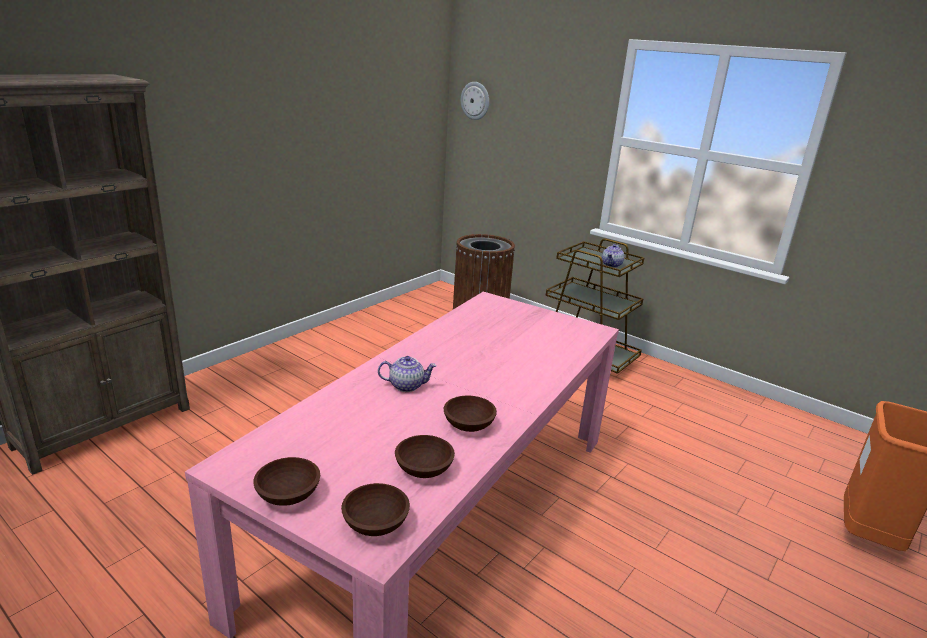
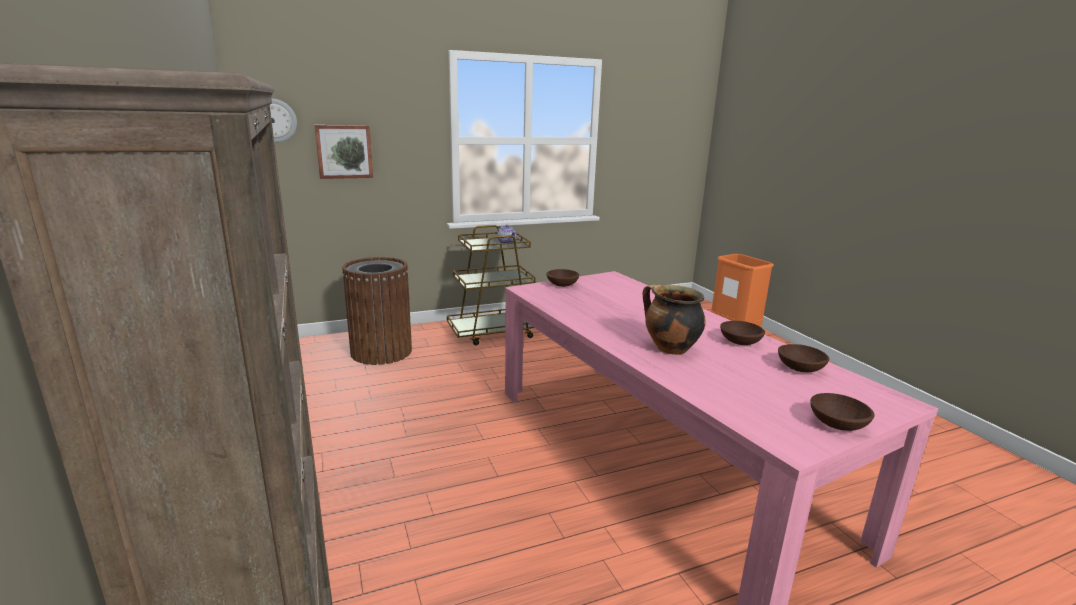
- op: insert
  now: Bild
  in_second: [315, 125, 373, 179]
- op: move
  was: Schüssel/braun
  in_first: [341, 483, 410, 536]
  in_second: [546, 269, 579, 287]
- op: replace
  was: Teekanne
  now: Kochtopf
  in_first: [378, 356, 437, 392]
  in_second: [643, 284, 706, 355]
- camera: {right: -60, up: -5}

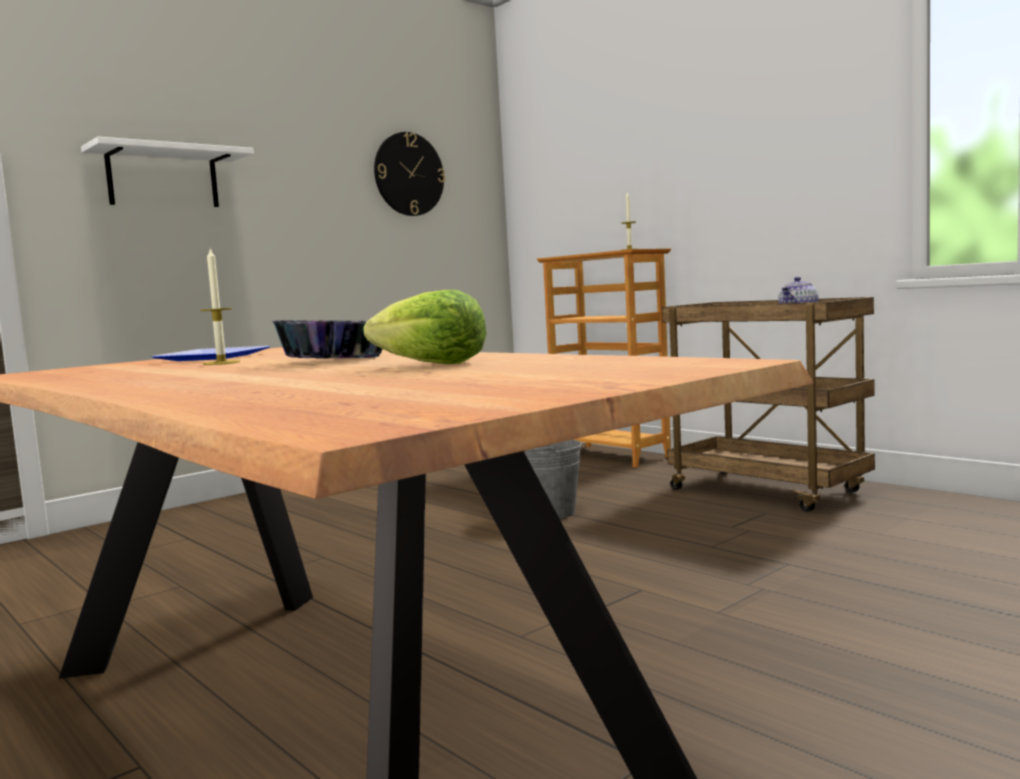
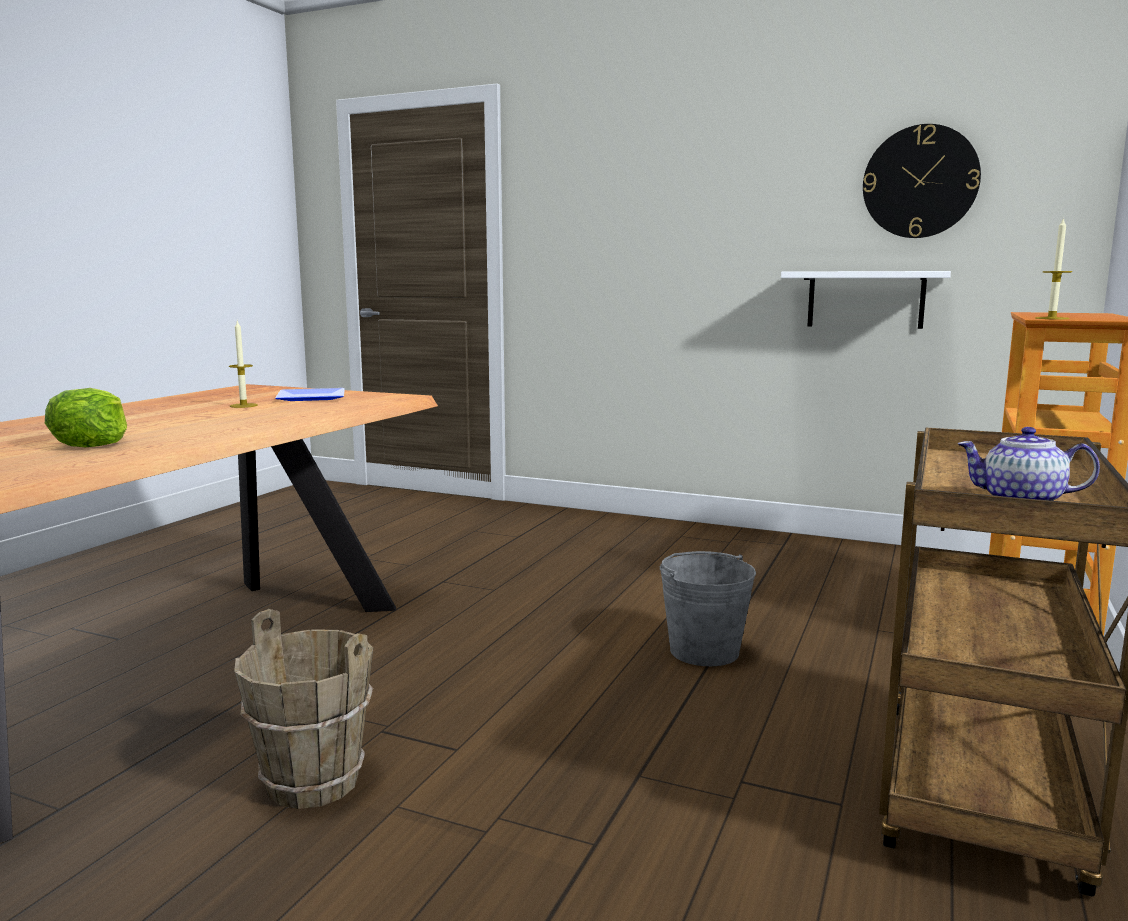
- op: insert
  now: Eimer/braun
  in_second: [234, 609, 373, 809]
- op: move
  was: Wandregal/weiß
  in_first: [81, 137, 254, 207]
  in_second: [781, 271, 951, 329]
- op: delete
  was: Schüssel
  in_first: [272, 320, 382, 359]
- camera: {right: 65, up: 5}

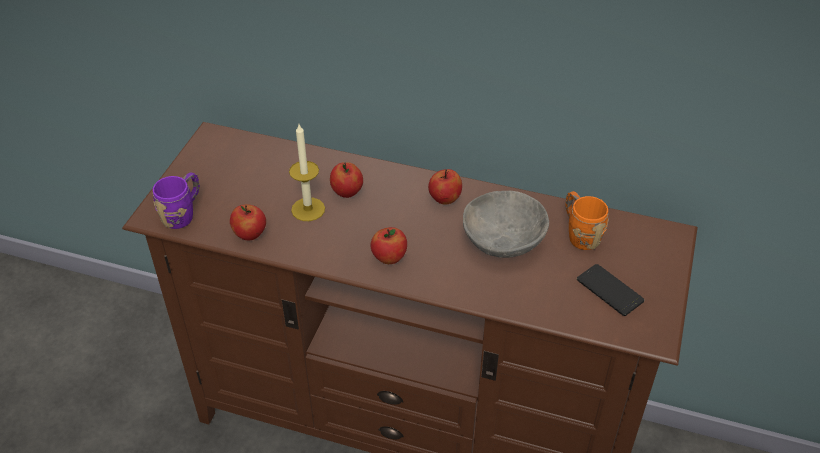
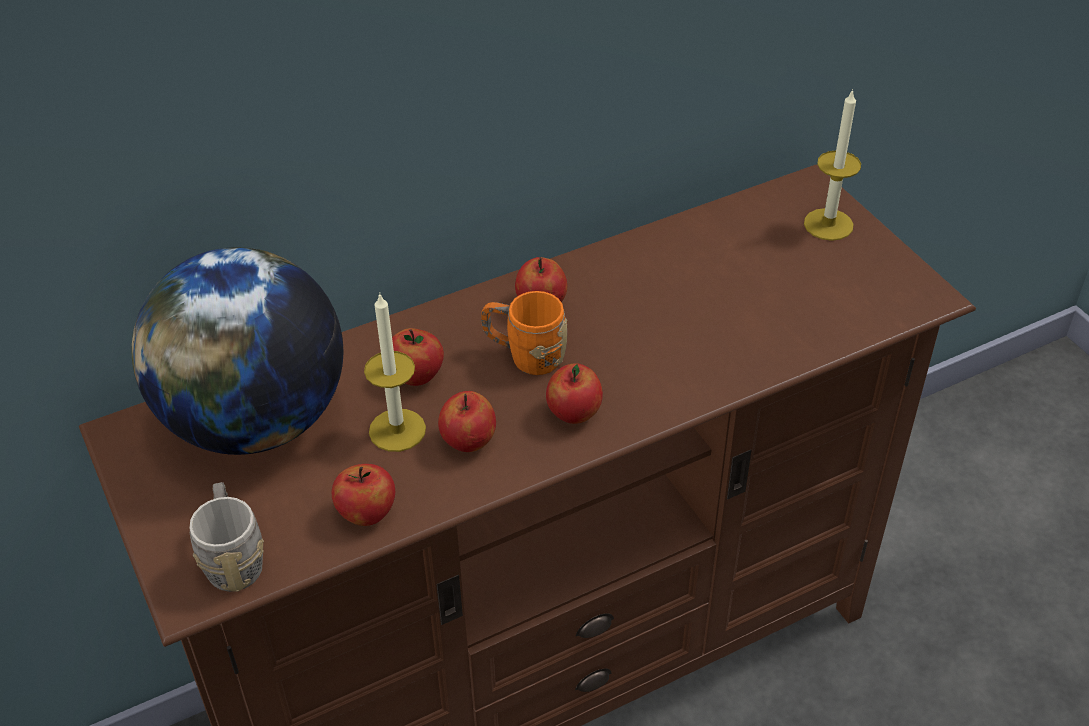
- op: insert
  now: Globus
  in_second: [132, 247, 343, 455]
- op: recolor
  was: Henkelbecher/lila
  now: Henkelbecher/grau
  in_first: [153, 172, 200, 229]
  in_second: [189, 482, 264, 592]
- op: insert
  now: Apfel
  in_second: [438, 391, 496, 452]
- op: move
  was: Henkelbecher/orange
  in_first: [565, 191, 608, 250]
  in_second: [481, 291, 567, 375]
- op: insert
  now: Kerze
  in_second: [804, 89, 861, 241]
- op: delete
  was: Schüssel/grau
  in_first: [463, 191, 549, 258]
- op: delete
  was: Handy
  in_first: [577, 264, 644, 316]
- camera: {right: -45, up: 0}

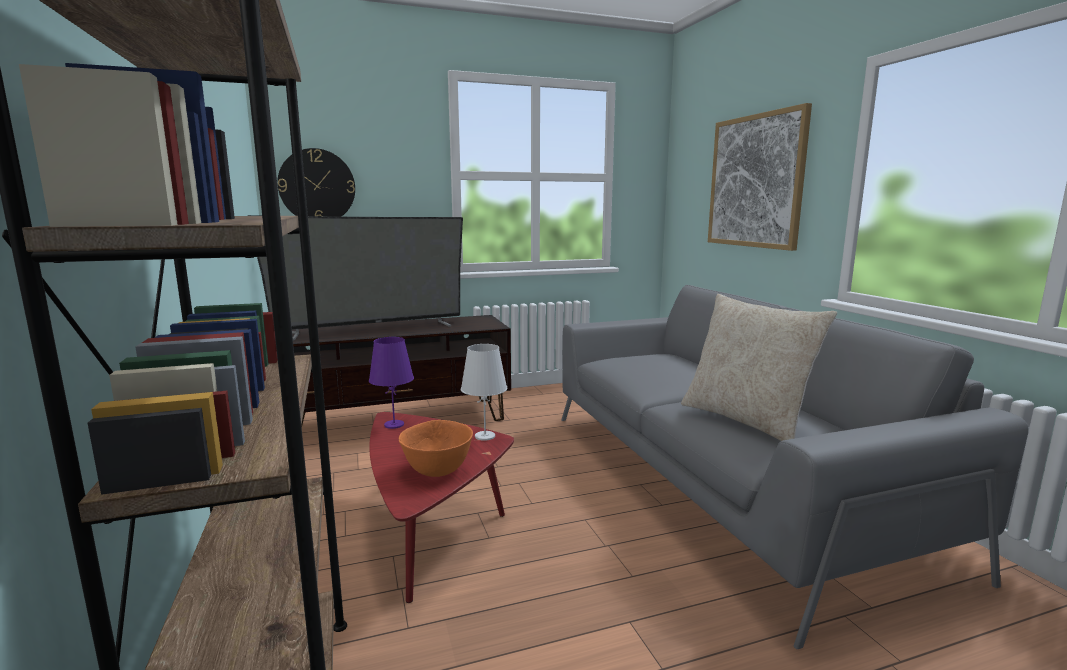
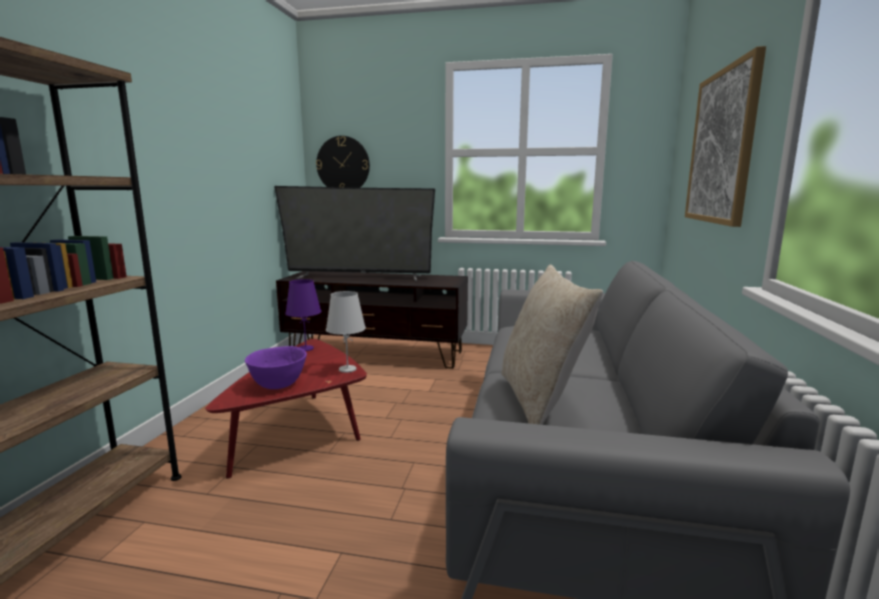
- op: recolor
  was: Schüssel/orange
  now: Schüssel/lila
  in_first: [399, 420, 473, 477]
  in_second: [245, 346, 307, 389]
- camera: {right: 30, up: 0}

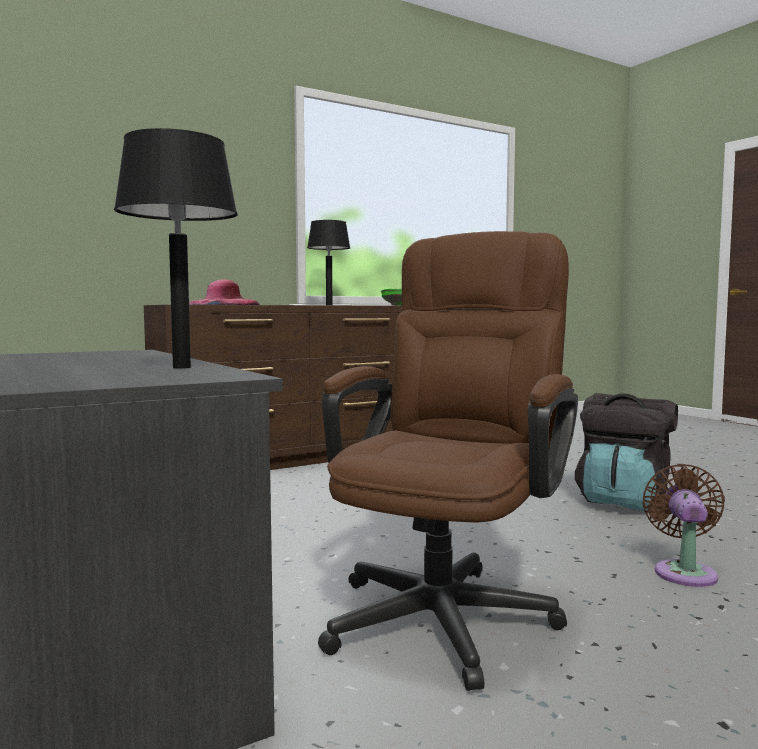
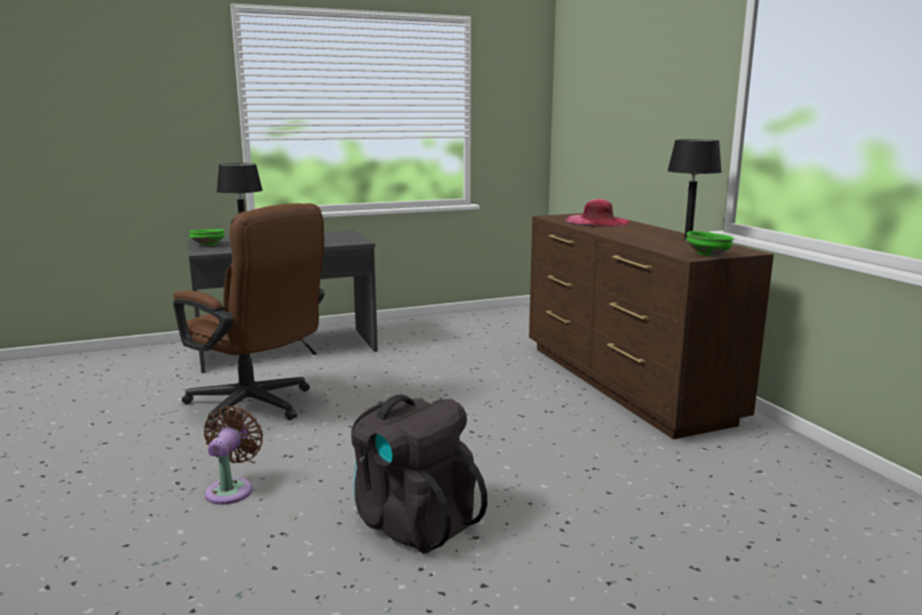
- op: insert
  now: Schüssel/grün
  in_second: [189, 229, 225, 246]
- op: rotate
  was: Ventilator/braun
  in_first: [642, 464, 725, 587]
  in_second: [204, 406, 263, 505]
  clockwise: -105
- camera: {right: 100, up: 10}

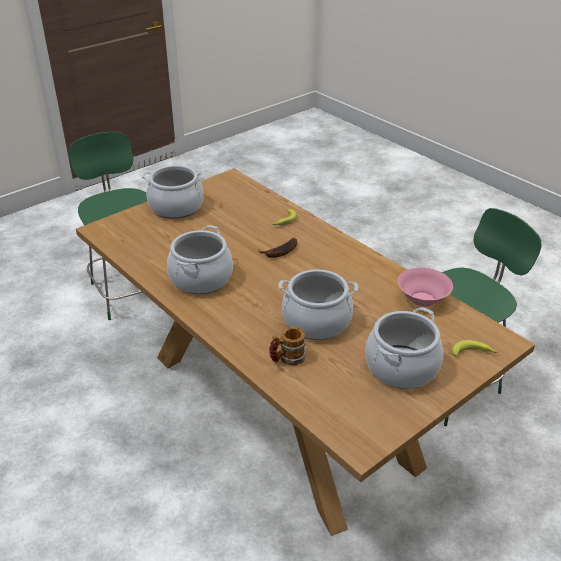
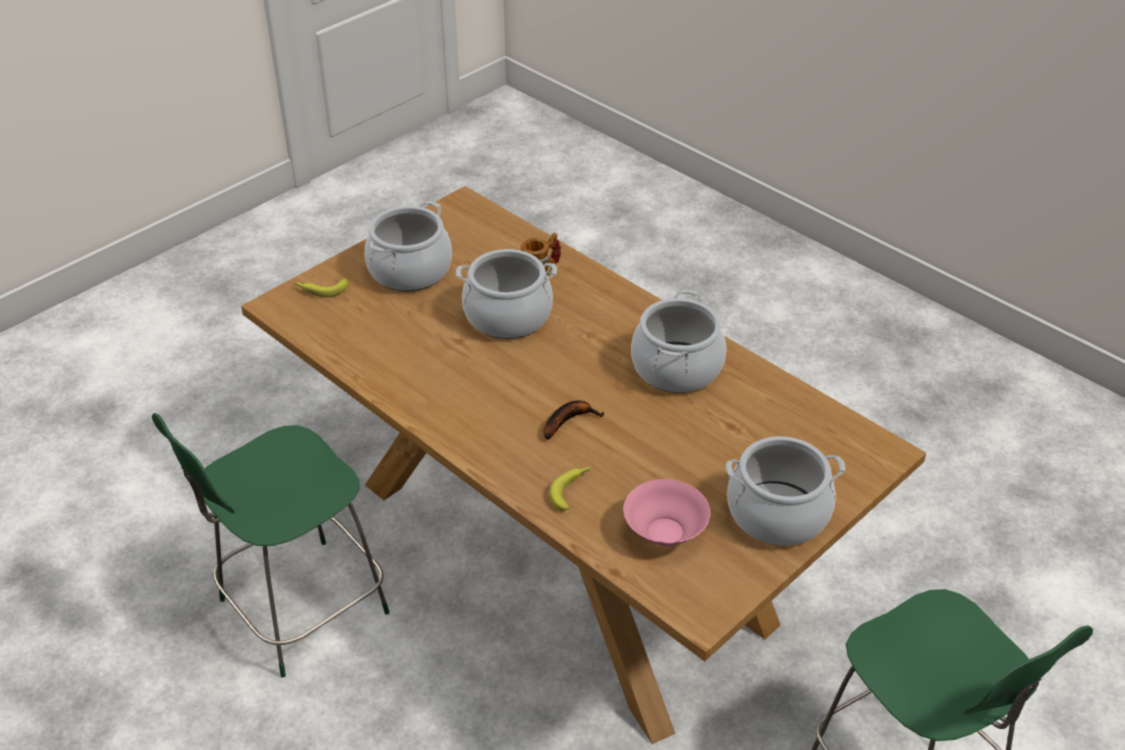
- op: move
  was: Schüssel/rosa
  in_first: [398, 268, 453, 307]
  in_second: [623, 479, 710, 546]
- camera: {right: 175, up: 5}

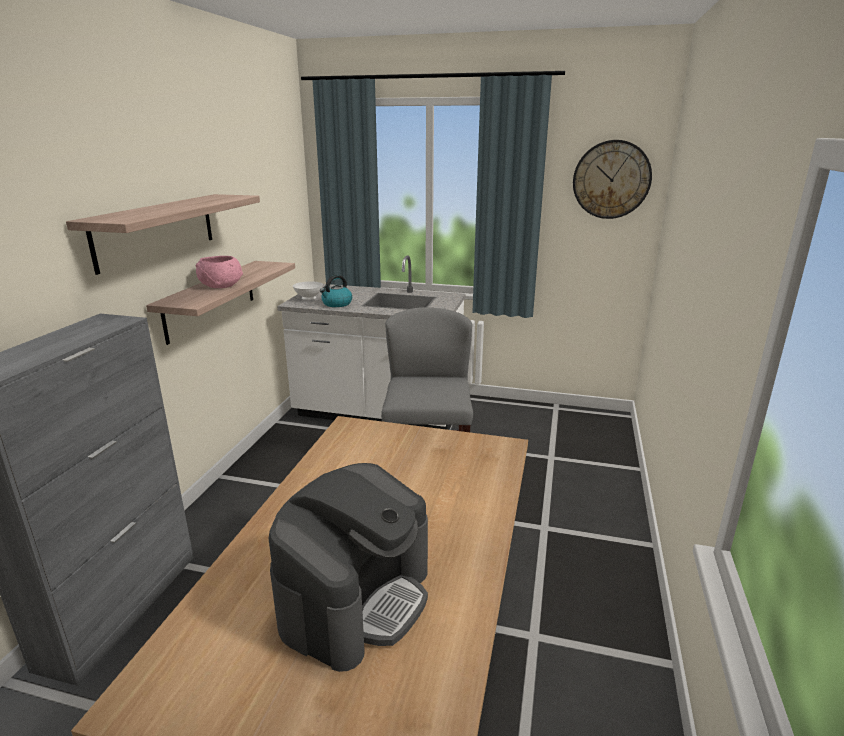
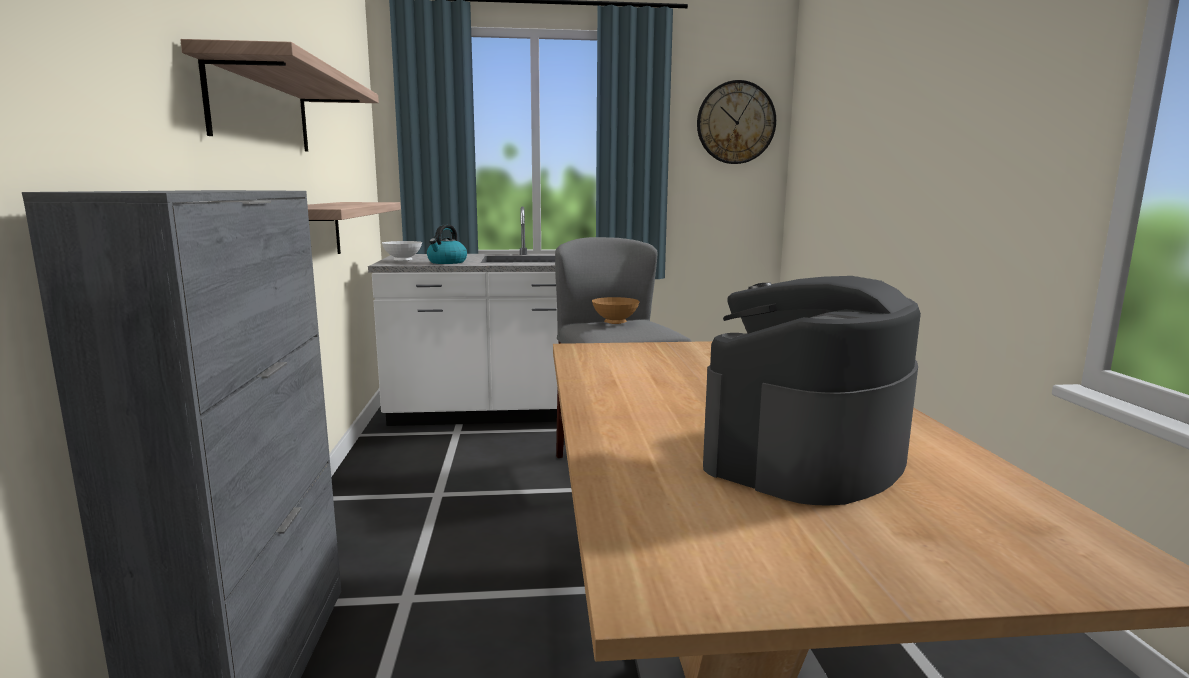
- op: insert
  now: Schüssel/braun
  in_second: [592, 297, 640, 324]
- op: rotate
  was: Kaffeemaschine
  in_first: [268, 463, 428, 672]
  in_second: [703, 276, 921, 506]
  clockwise: -150
- op: delete
  was: Schüssel/rosa
  in_first: [196, 256, 243, 288]
- camera: {right: -20, up: -10}

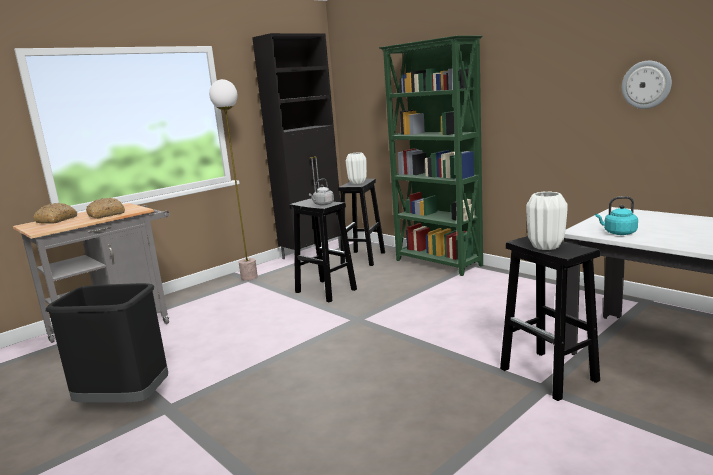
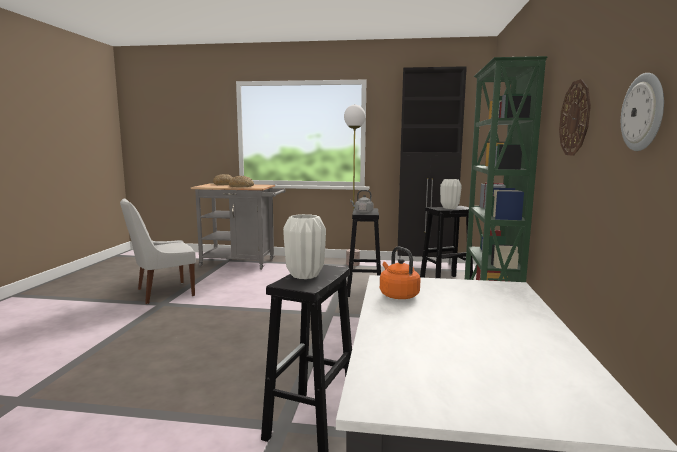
- op: replace
  was: Mülleimer/schwarz
  now: Stuhl/weiß
  in_first: [46, 283, 168, 403]
  in_second: [120, 198, 196, 304]
- op: recolor
  was: Wasserkessel/türkis
  now: Wasserkessel/orange
  in_first: [595, 196, 638, 235]
  in_second: [380, 247, 421, 299]
- op: insert
  now: Wanduhr
  in_second: [559, 79, 591, 156]
- camera: {right: 50, up: -5}

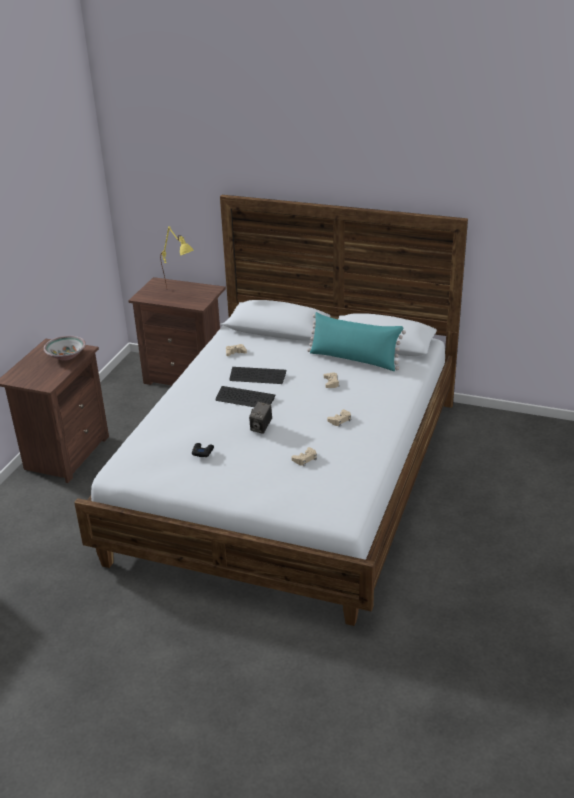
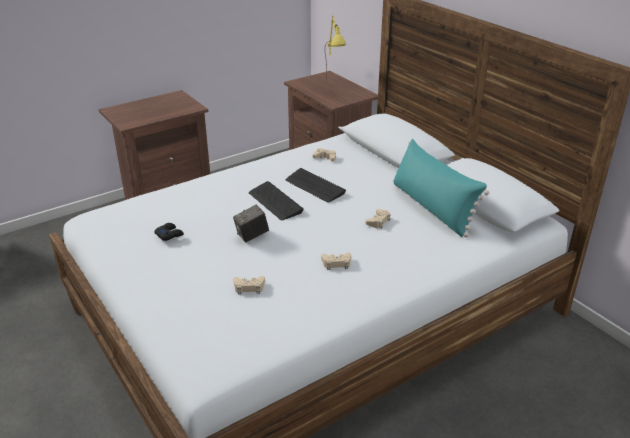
- op: delete
  was: Schüssel
  in_first: [44, 336, 86, 361]
- camera: {right: 35, up: 0}

